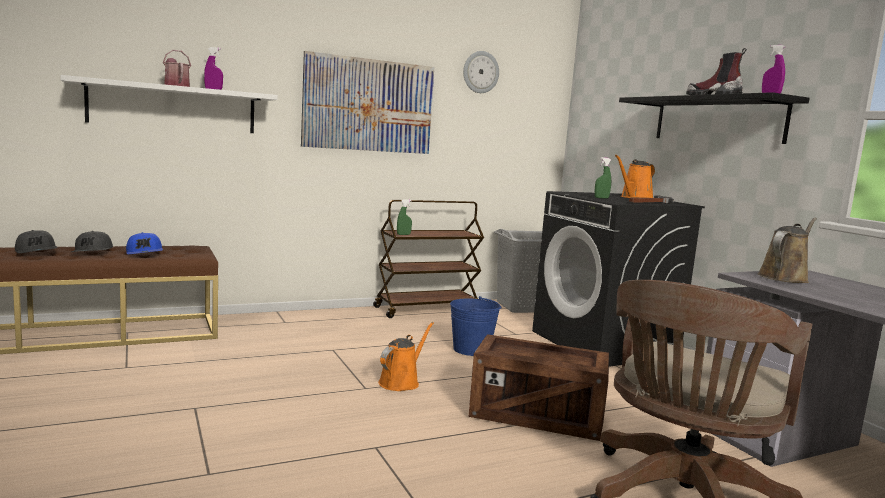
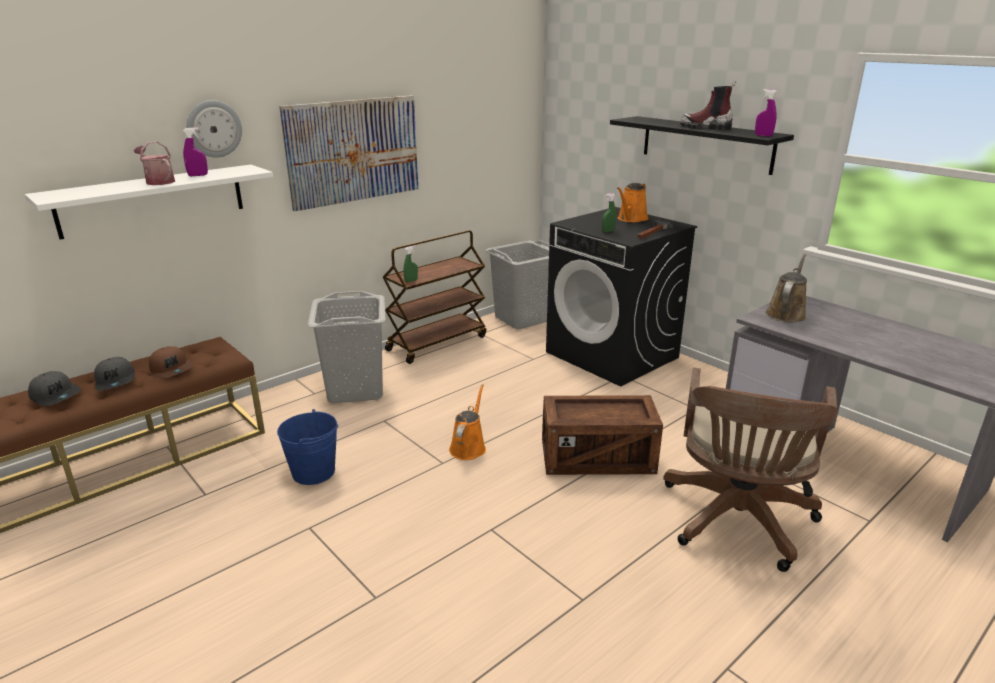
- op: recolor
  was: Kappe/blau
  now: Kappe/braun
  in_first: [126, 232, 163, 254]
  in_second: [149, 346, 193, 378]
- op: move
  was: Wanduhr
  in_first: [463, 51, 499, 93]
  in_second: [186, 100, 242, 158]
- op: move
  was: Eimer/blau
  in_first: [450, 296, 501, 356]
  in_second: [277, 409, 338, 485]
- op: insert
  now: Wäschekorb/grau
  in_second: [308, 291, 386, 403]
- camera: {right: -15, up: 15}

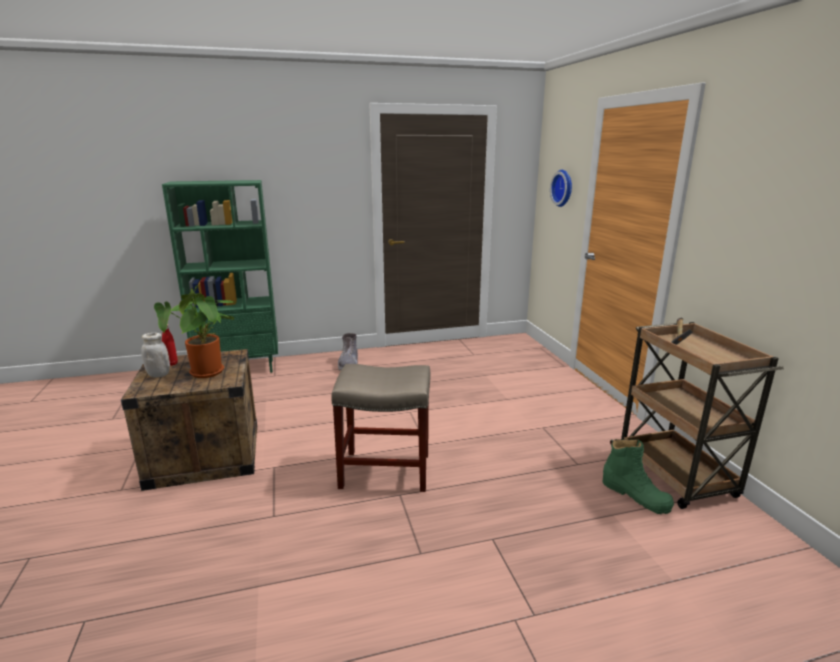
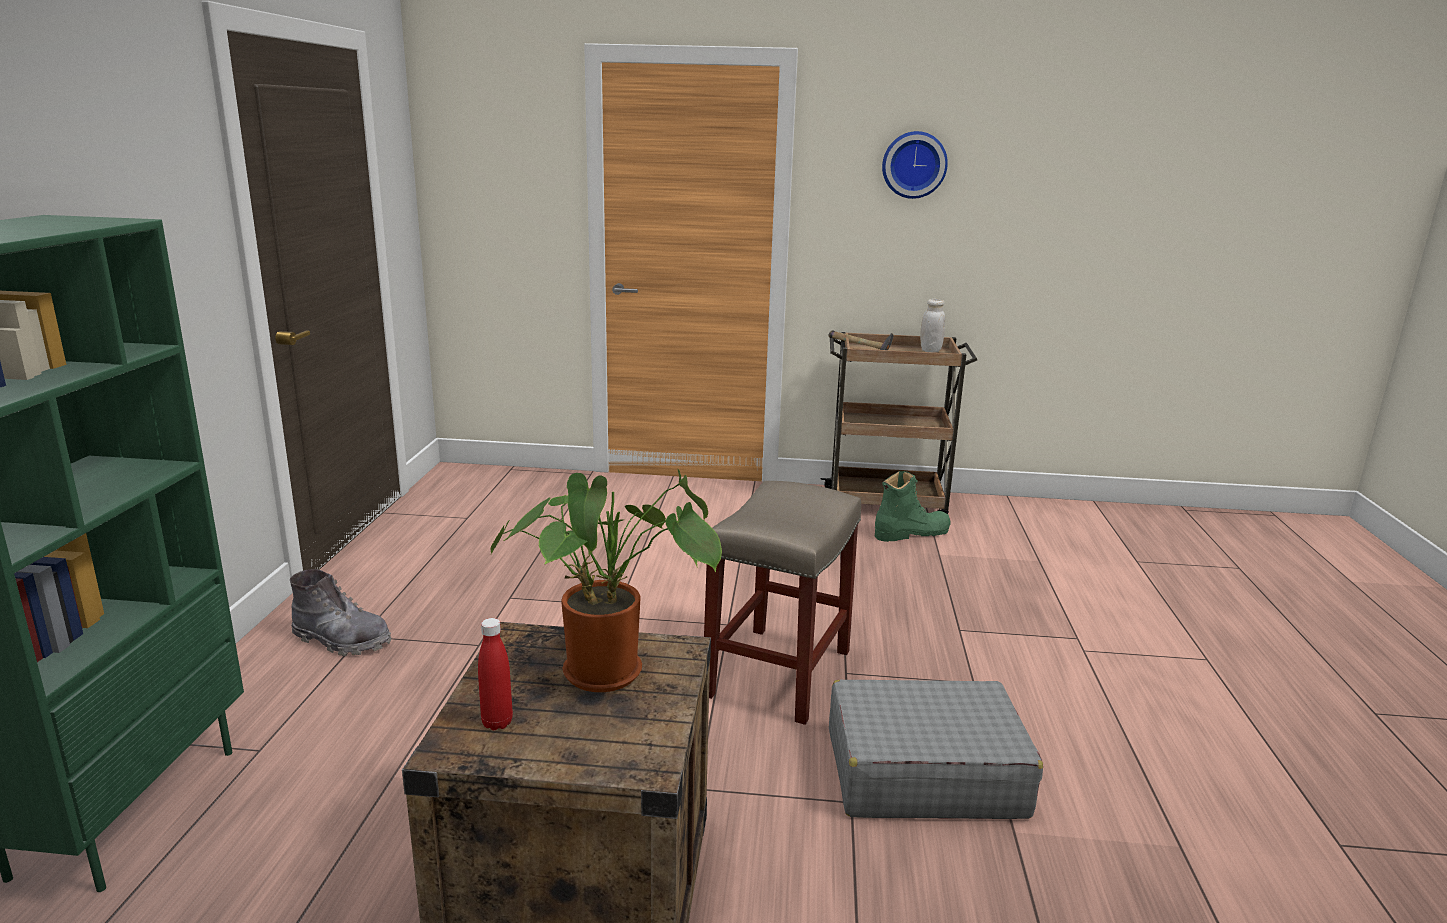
- op: insert
  now: Koffer/grau
  in_second: [829, 680, 1043, 819]
- op: move
  was: Wanduhr
  in_first: [550, 170, 572, 207]
  in_second: [882, 131, 948, 199]
- op: move
  was: Vorratsglas/weiß
  in_first: [141, 333, 170, 378]
  in_second: [920, 299, 945, 353]
- camera: {right: -70, up: 0}

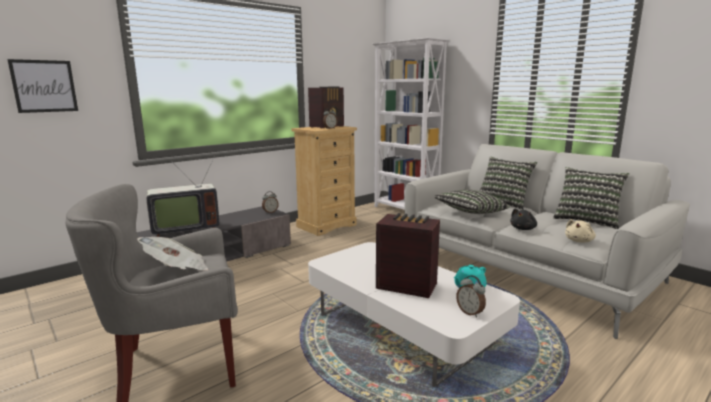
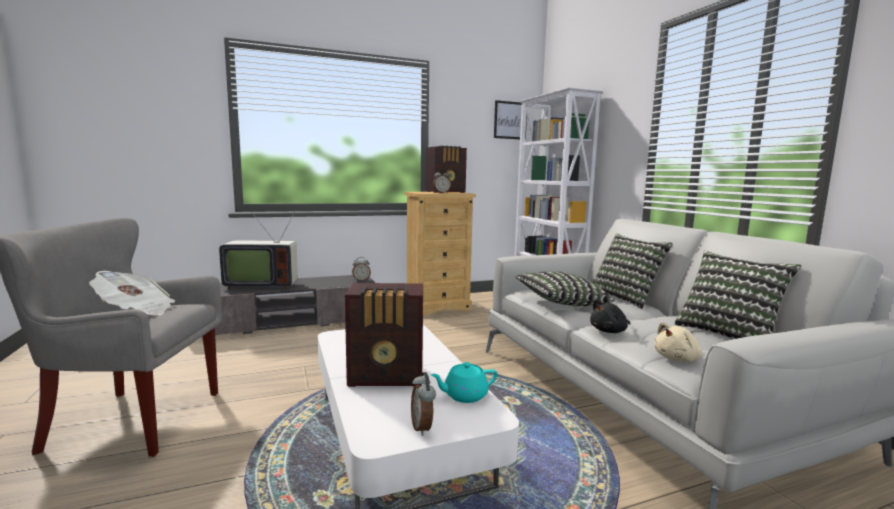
- op: rotate
  was: Radio
  in_first: [376, 213, 440, 298]
  in_second: [345, 283, 423, 387]
  clockwise: 135
- op: move
  was: Bild
  in_first: [7, 59, 78, 113]
  in_second: [494, 100, 527, 140]
- camera: {right: 20, up: -5}

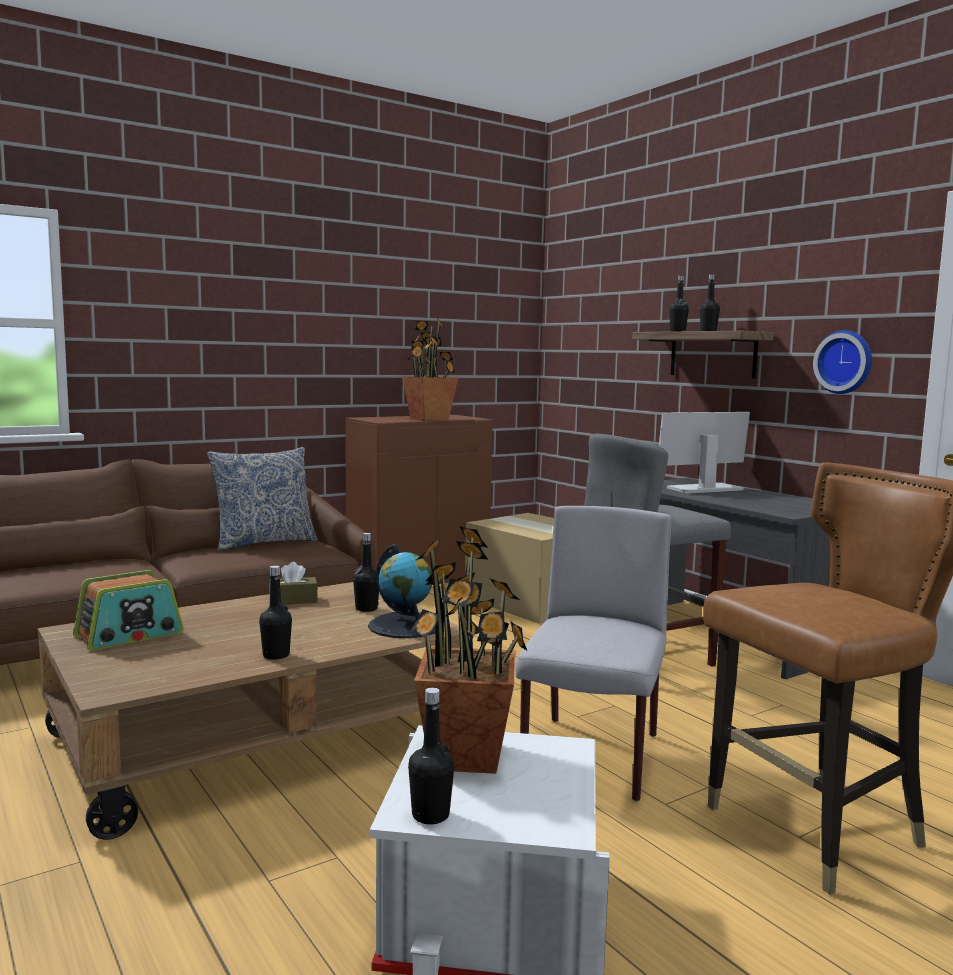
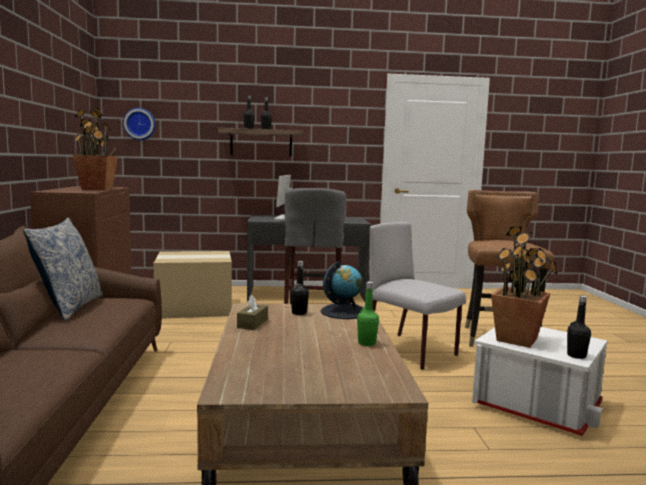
- op: move
  was: Wanduhr
  in_first: [813, 330, 872, 394]
  in_second: [123, 108, 156, 140]
- op: recolor
  was: Flasche/schwarz
  now: Flasche/grün
  in_first: [259, 565, 292, 660]
  in_second: [357, 281, 379, 346]
- op: delete
  was: Radio
  in_first: [73, 570, 183, 651]
- camera: {right: -60, up: 0}

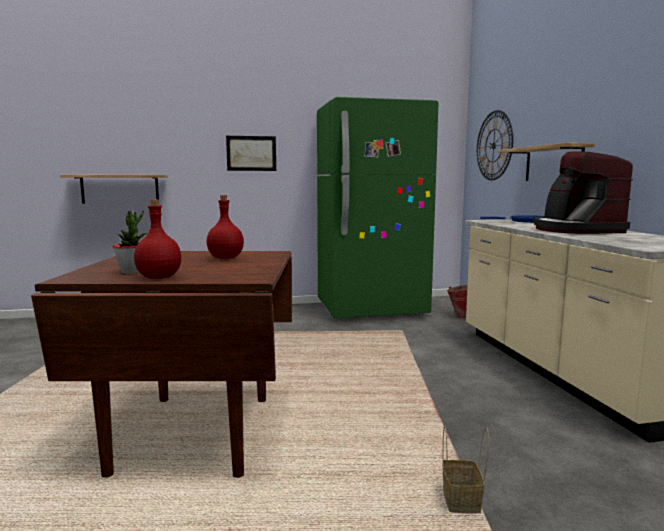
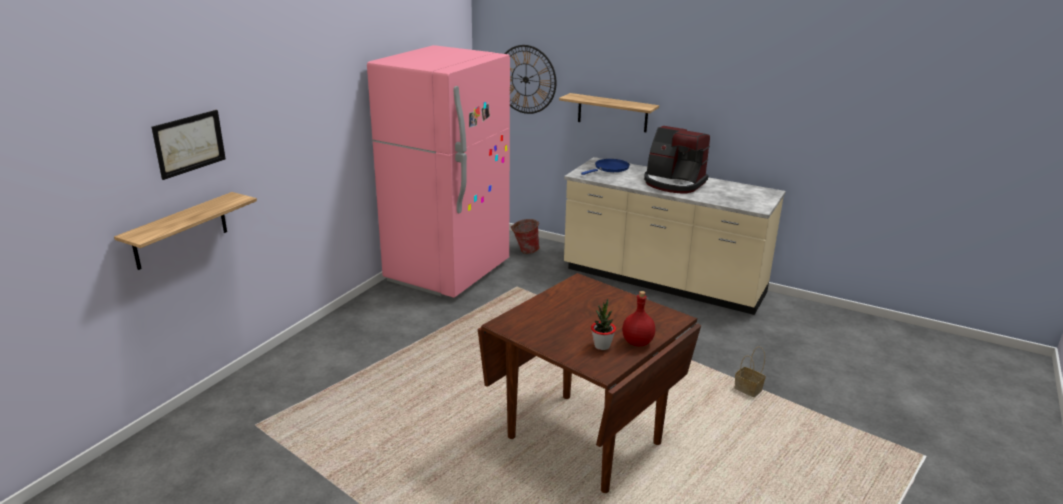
- op: move
  was: Bild
  in_first: [226, 136, 276, 171]
  in_second: [152, 110, 226, 180]
- op: recolor
  was: Kühlschrank/grün
  now: Kühlschrank/rosa
  in_first: [317, 97, 438, 319]
  in_second: [367, 45, 510, 298]
- op: delete
  was: Flasche/rot
  in_first: [207, 195, 244, 259]
- camera: {right: -50, up: 15}

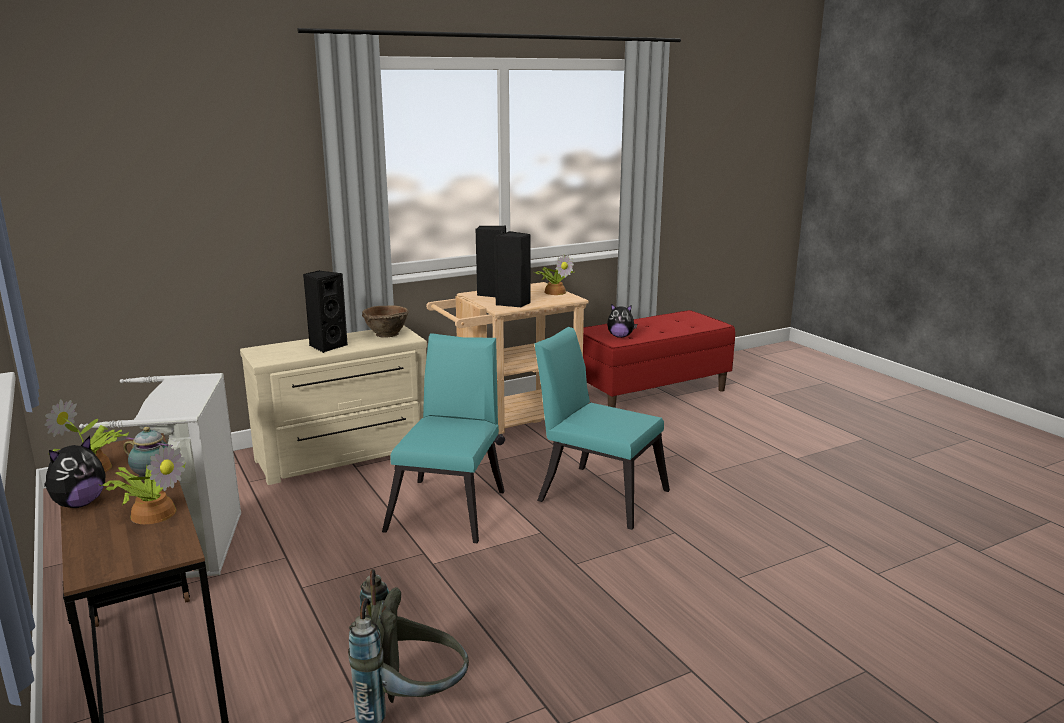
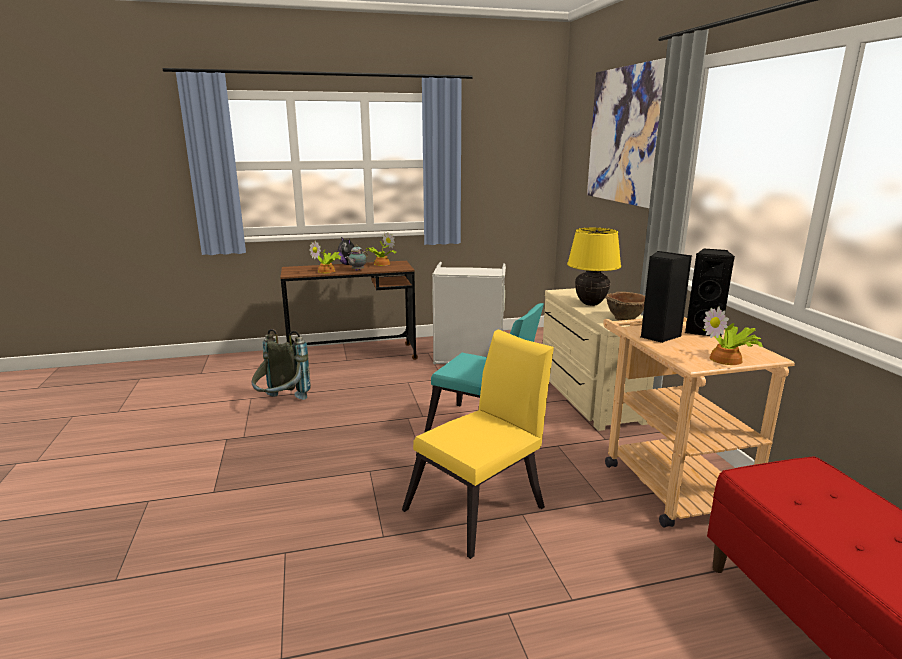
- op: recolor
  was: Stuhl/türkis
  now: Stuhl/gelb
  in_first: [534, 327, 670, 530]
  in_second: [402, 329, 554, 559]
- op: replace
  was: Lautsprecher/schwarz
  now: Tischlampe/gelb
  in_first: [303, 270, 348, 353]
  in_second: [567, 228, 621, 306]
- op: insert
  now: Bild
  in_second: [587, 58, 666, 208]
- op: delete
  was: Plüschtier
  in_first: [607, 304, 637, 338]
- camera: {right: 105, up: 0}

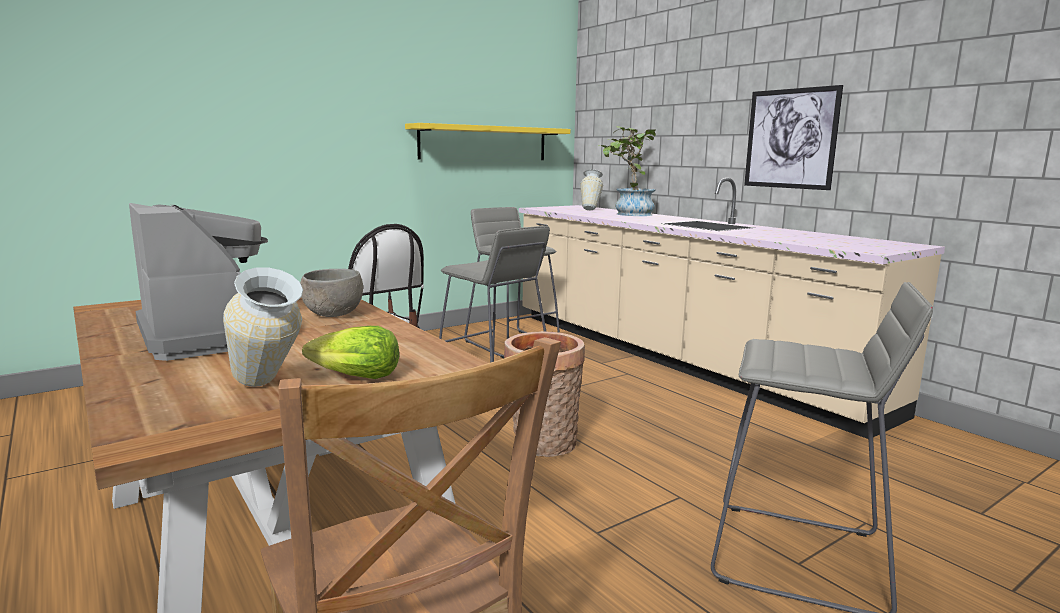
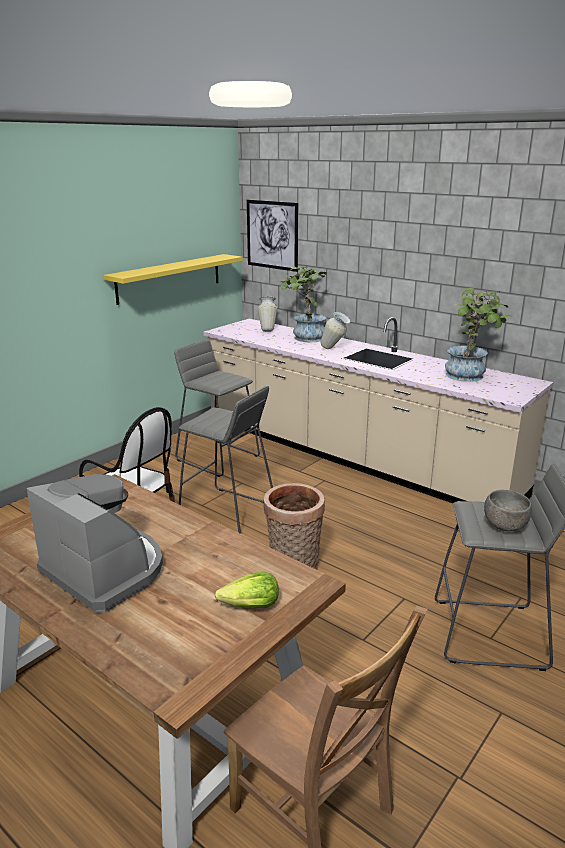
- op: move
  was: Bild
  in_first: [744, 85, 843, 190]
  in_second: [247, 200, 298, 272]
- op: move
  was: Vase
  in_first: [223, 267, 303, 387]
  in_second: [320, 312, 350, 349]
- op: insert
  now: Topfpflanze
  in_second: [445, 288, 512, 382]
- op: move
  was: Schüssel/grau
  in_first: [300, 269, 363, 317]
  in_second: [484, 490, 532, 531]
- camera: {right: -15, up: 10}

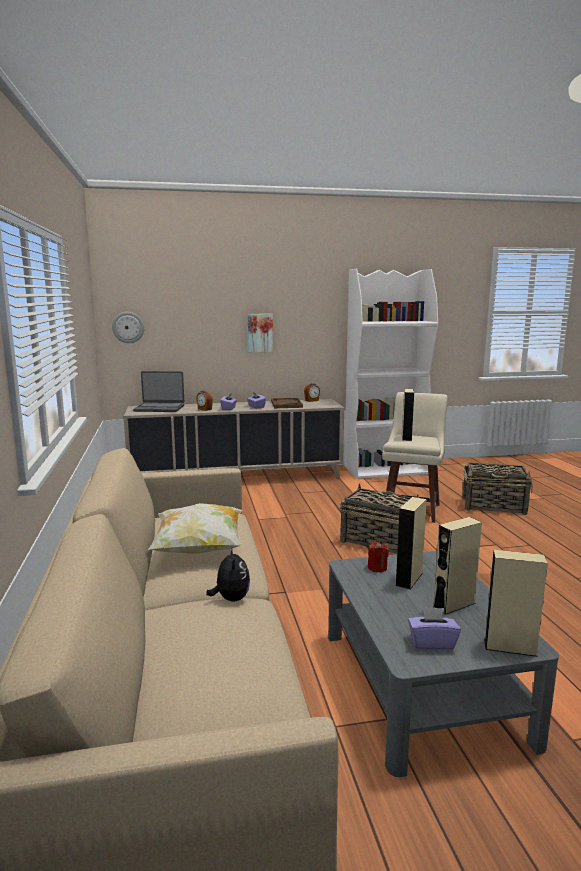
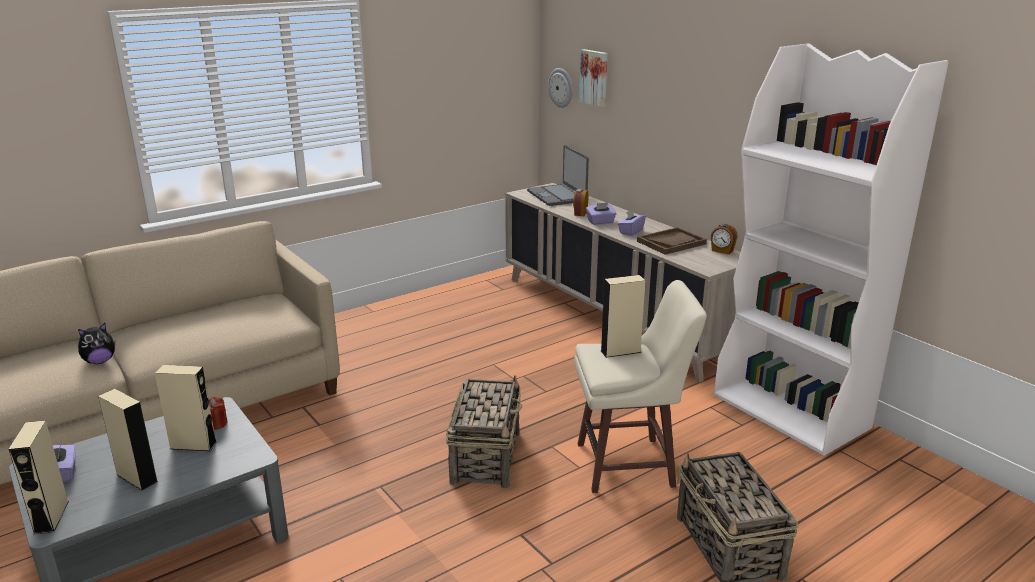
- op: move
  was: Bild
  in_first: [248, 314, 273, 352]
  in_second: [579, 49, 608, 107]
- op: delete
  was: Kissen
  in_first: [148, 503, 244, 554]
- camera: {right: 65, up: 10}

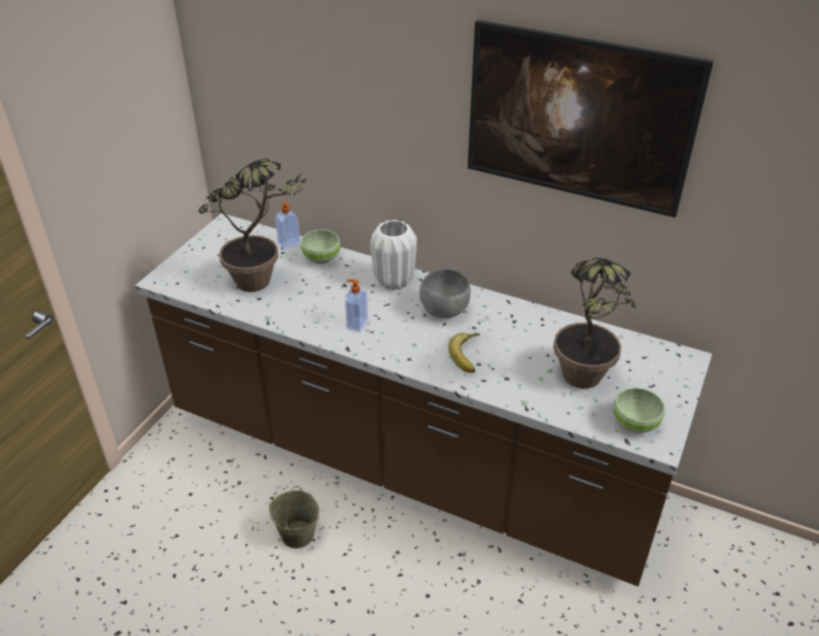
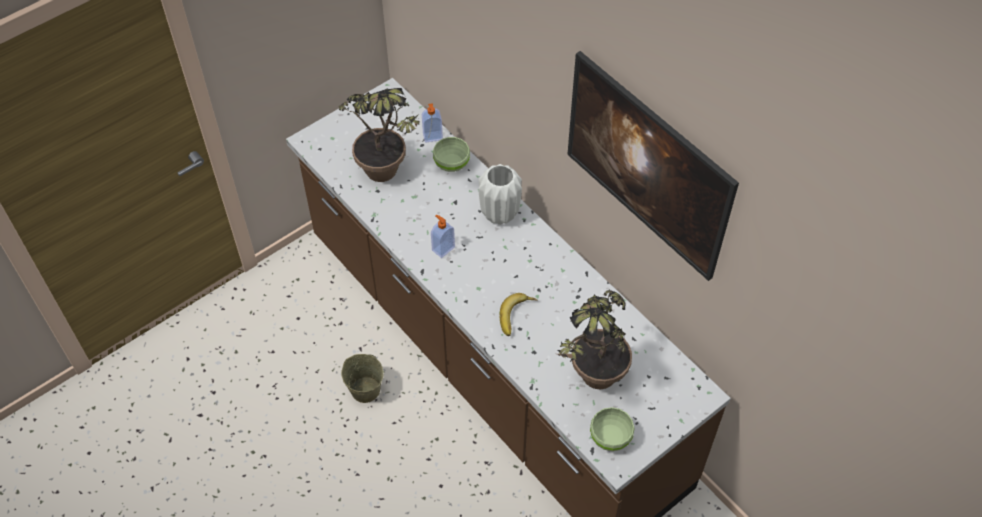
- op: delete
  was: Schüssel/grau
  in_first: [419, 269, 471, 318]
- camera: {right: 25, up: 15}

